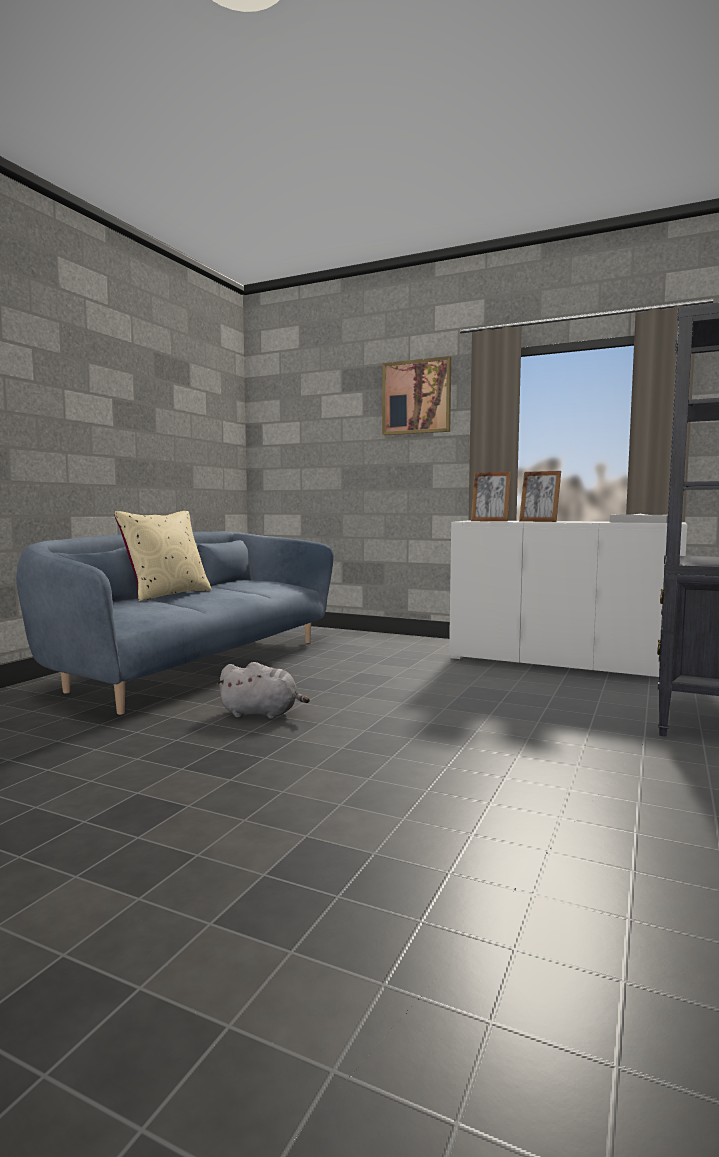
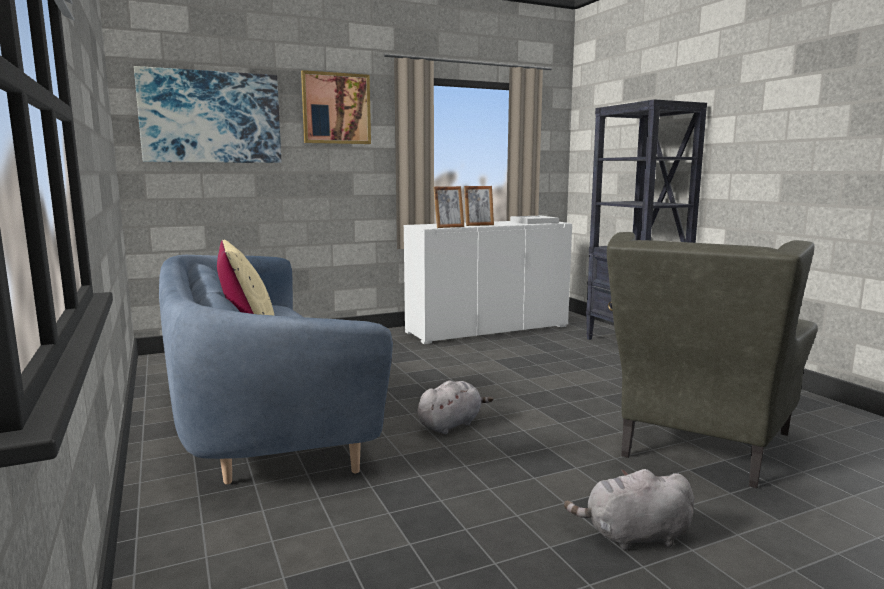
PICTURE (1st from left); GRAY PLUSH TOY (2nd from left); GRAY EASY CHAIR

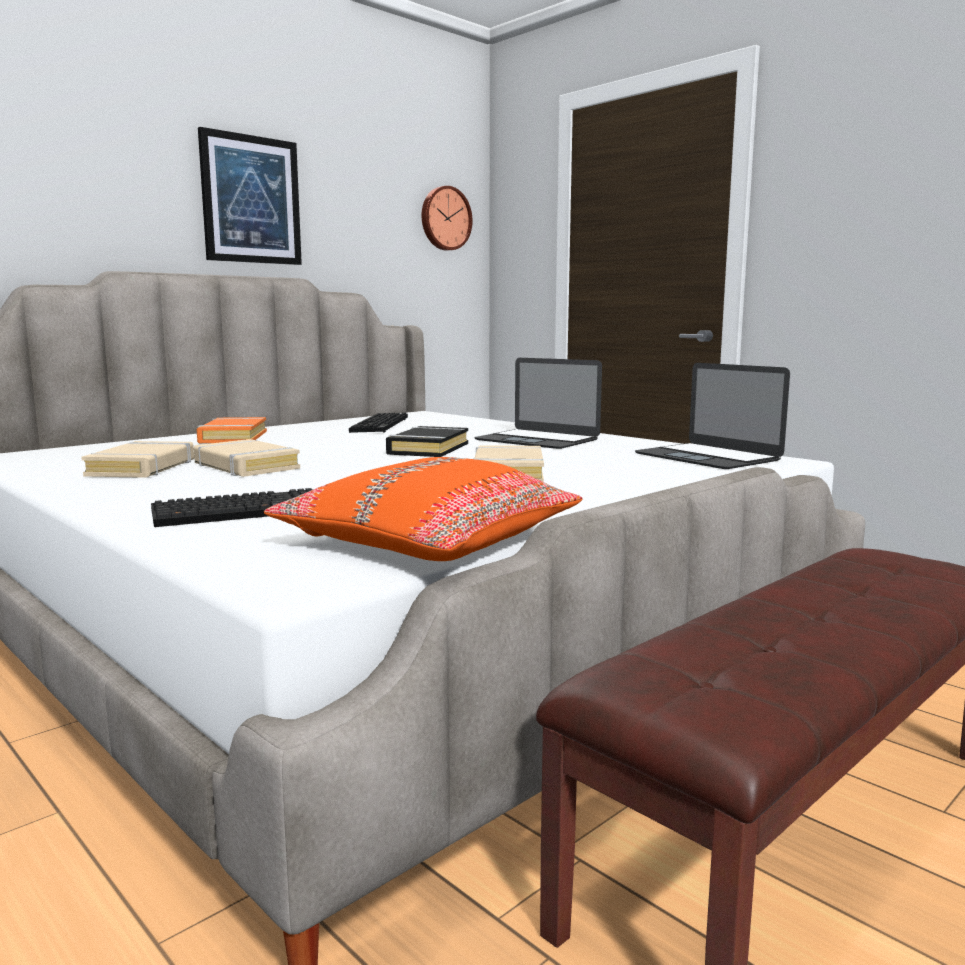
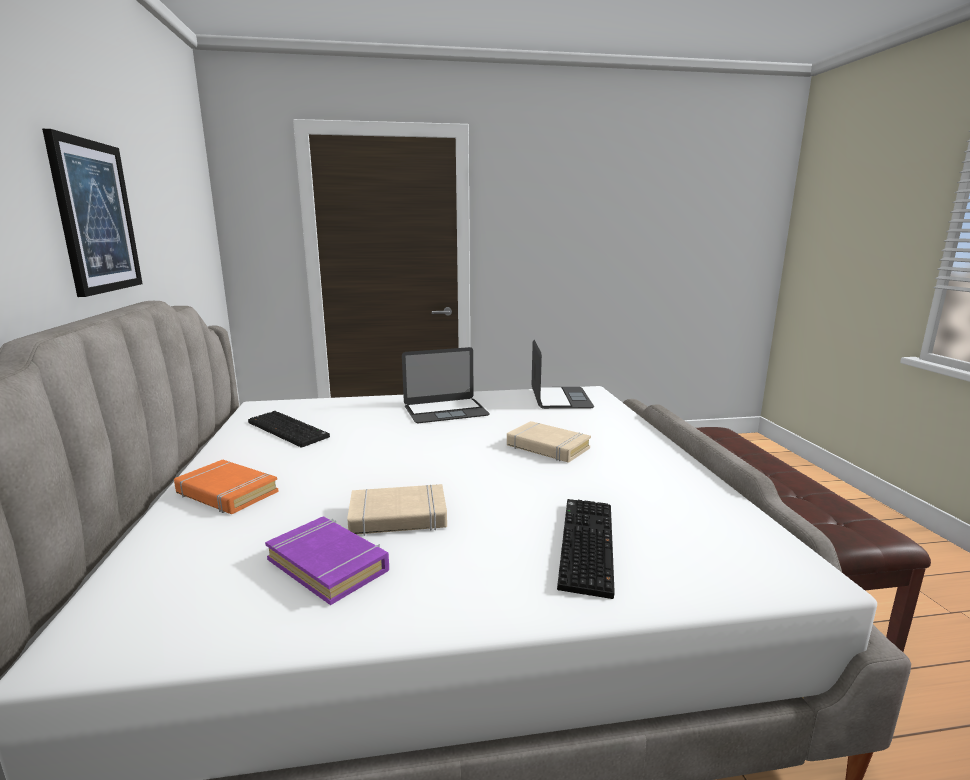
PURPLE-COLOURED BOOK; ORANGEY CUSHION; BLACK-COLOURED BOOK; WALL CLOCK; PORTABLE COMPUTER (2nd from left)

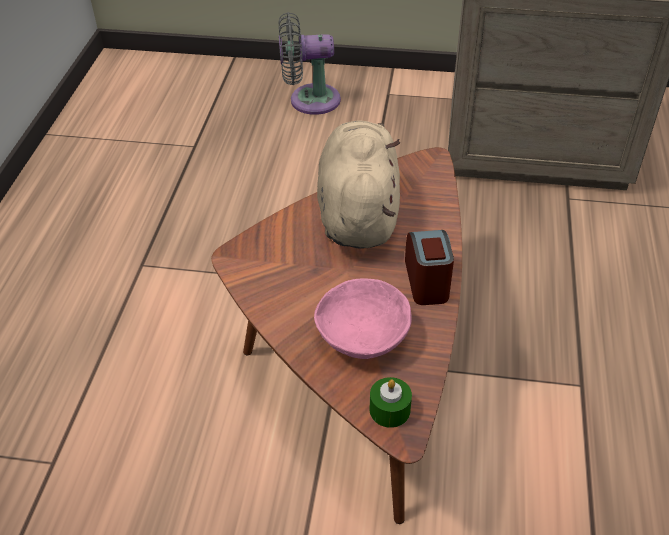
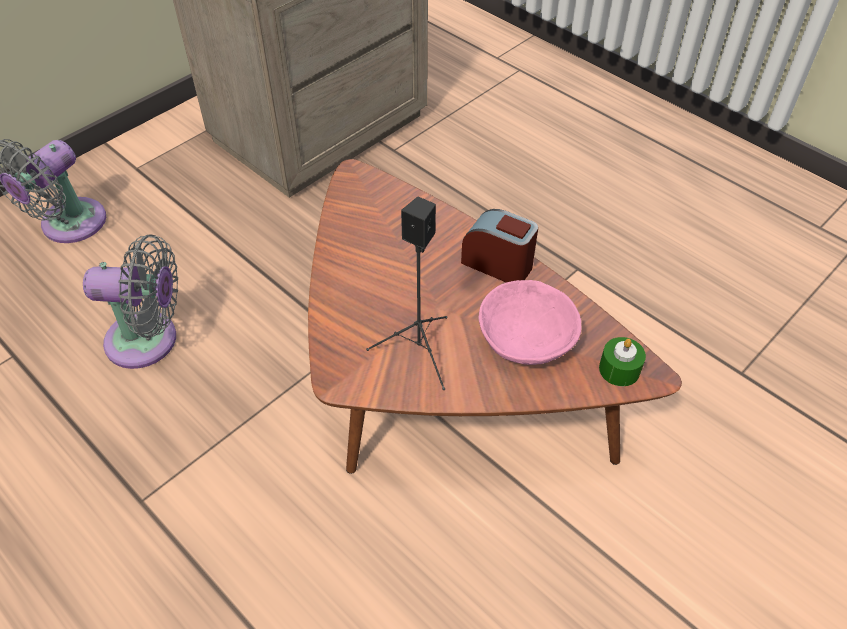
SAND-COLOURED PLUSH TOY; GRAY COOLING FAN (2nd from left); BLACK-COLOURED AUDIO SPEAKER

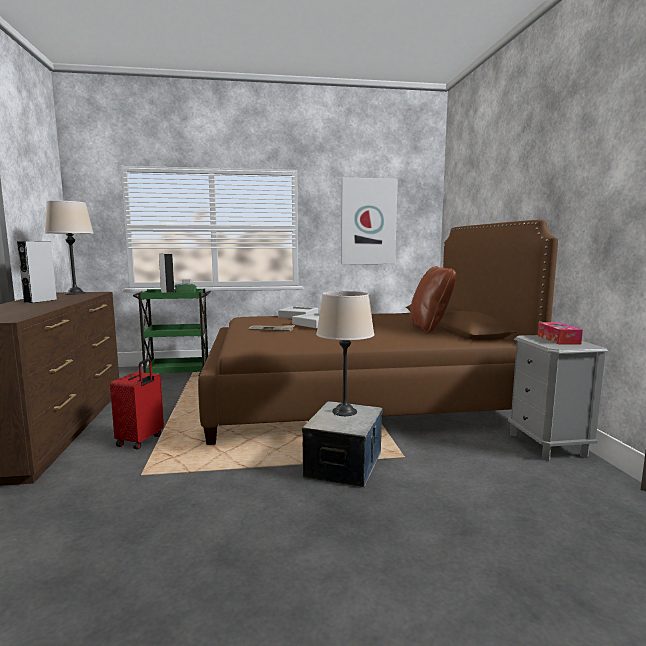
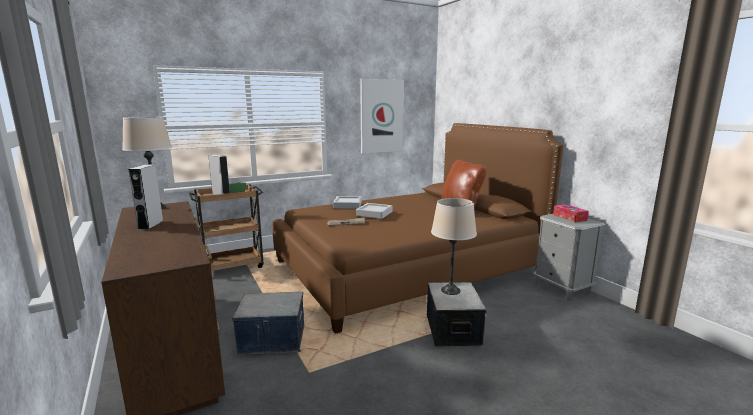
STORAGE BIN (1st from left); BROWN-COLOURED CART

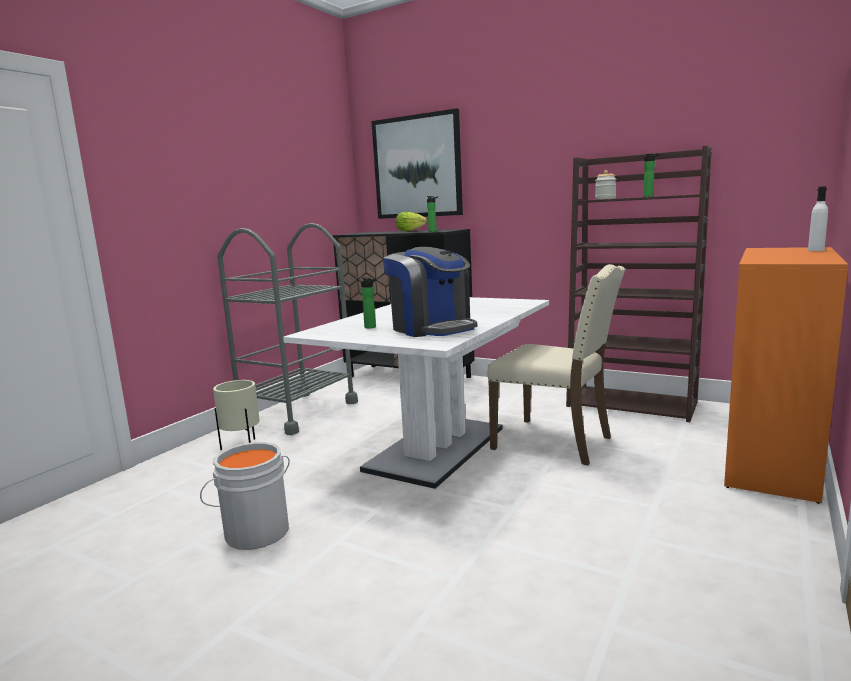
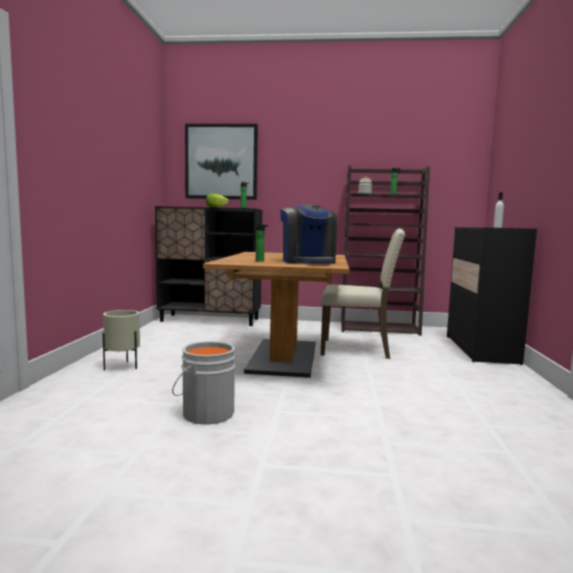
GRAY CART; BROWN-COLOURED DINNER TABLE; COFFEE BREWER; BLACK-COLOURED CHEST OF DRAWERS

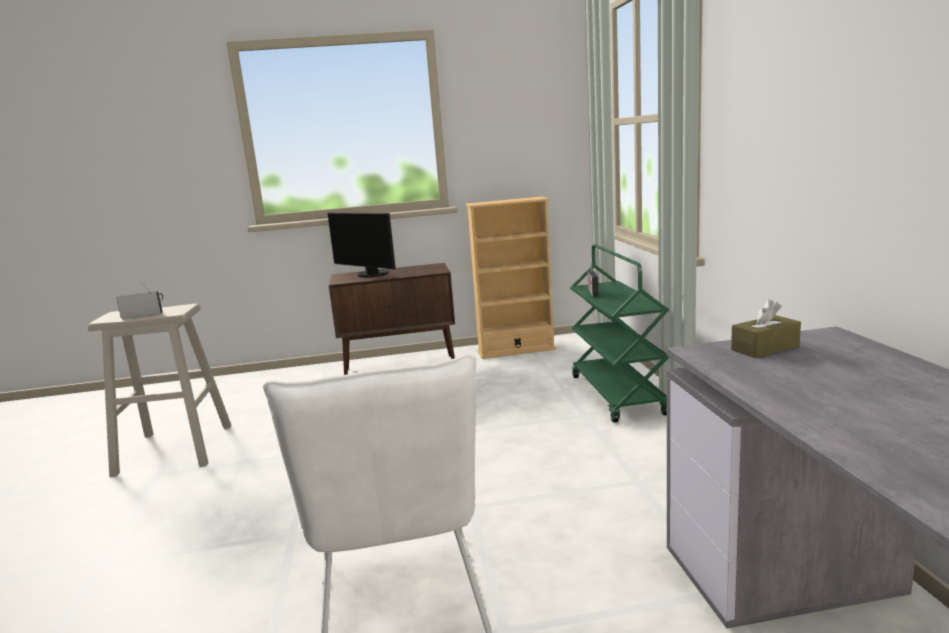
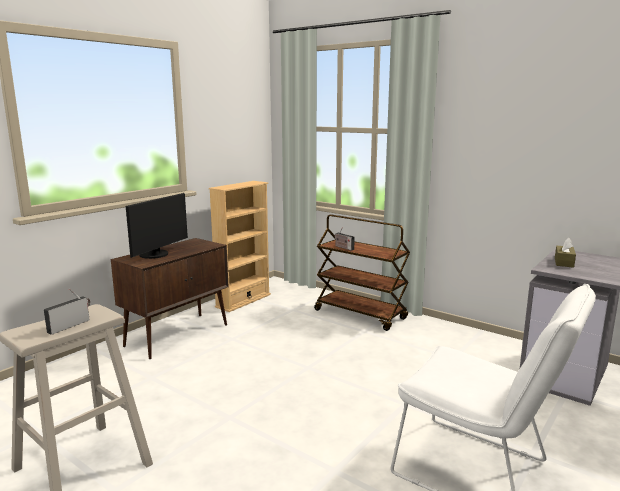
MONITOR; BROWN-COLOURED CART

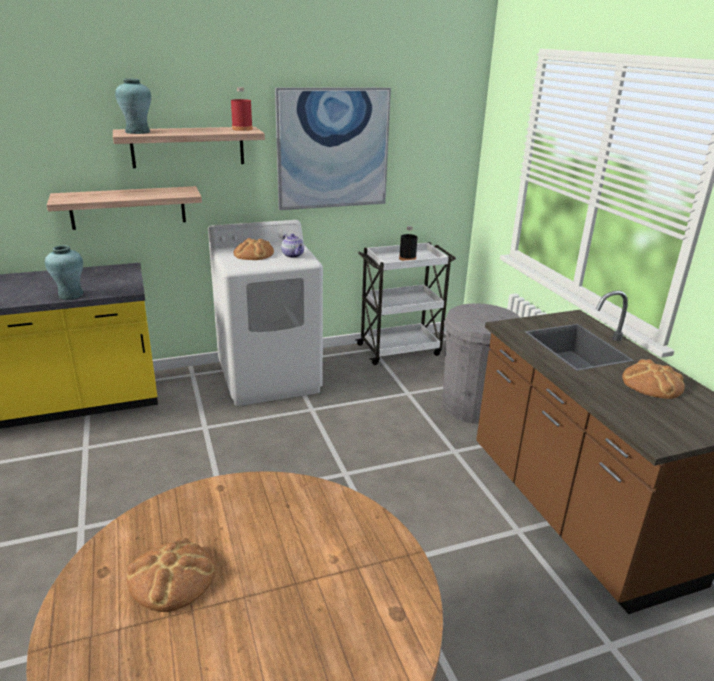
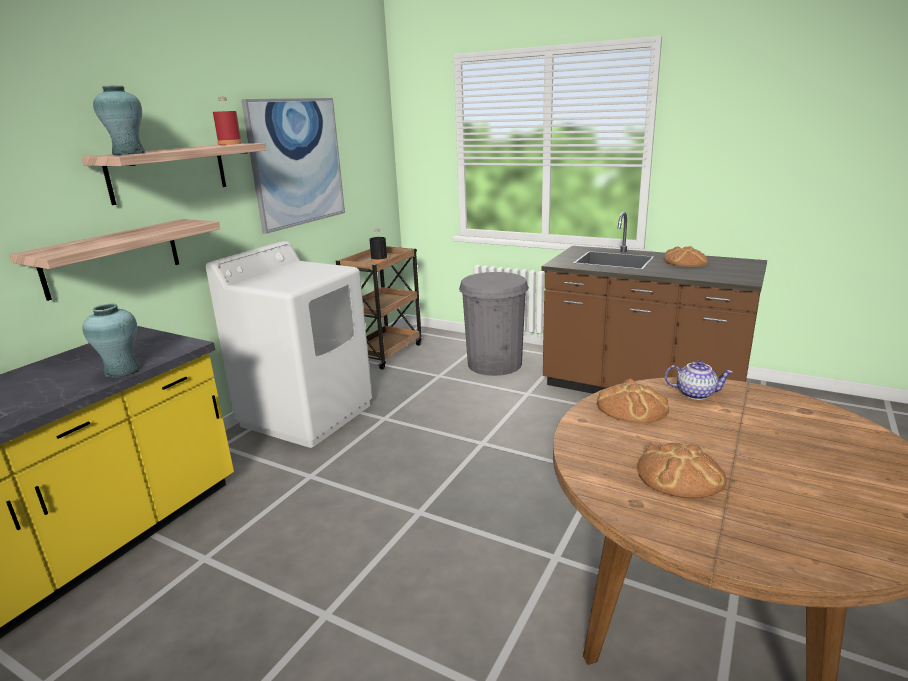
BREAD (1st from left); POT FOR TEA; BROWN-COLOURED CART

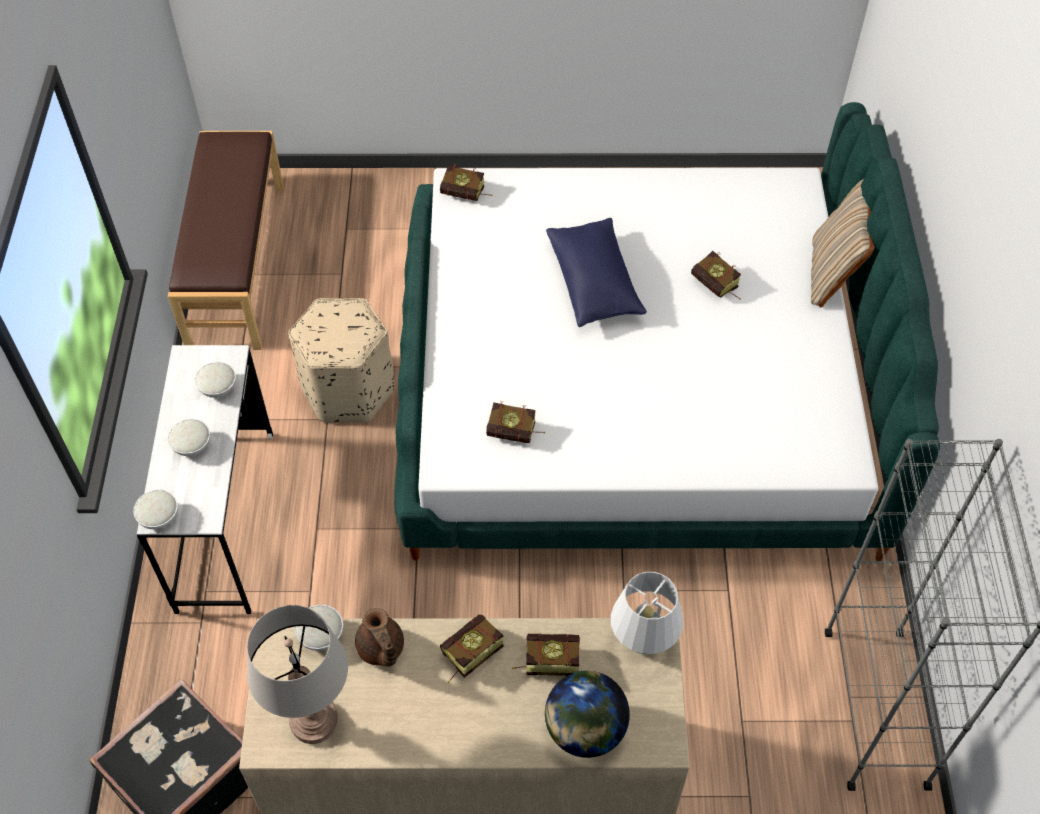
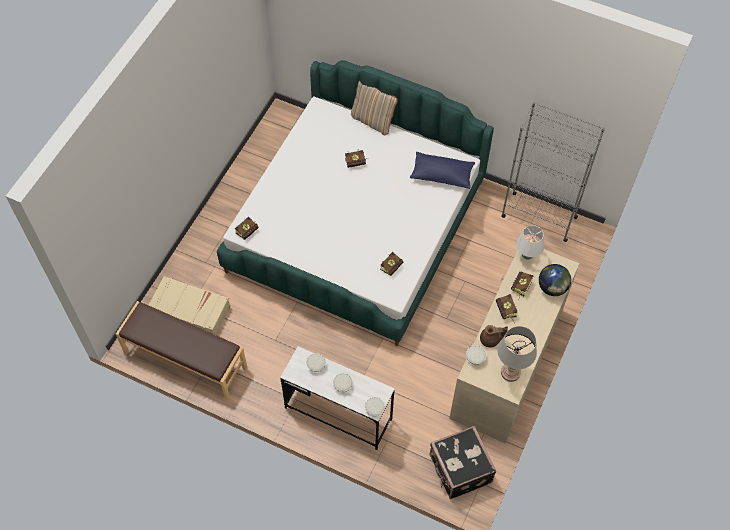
SAND-COLOURED FOOTREST; BLUE CUSHION; SAND-COLOURED SUITCASE

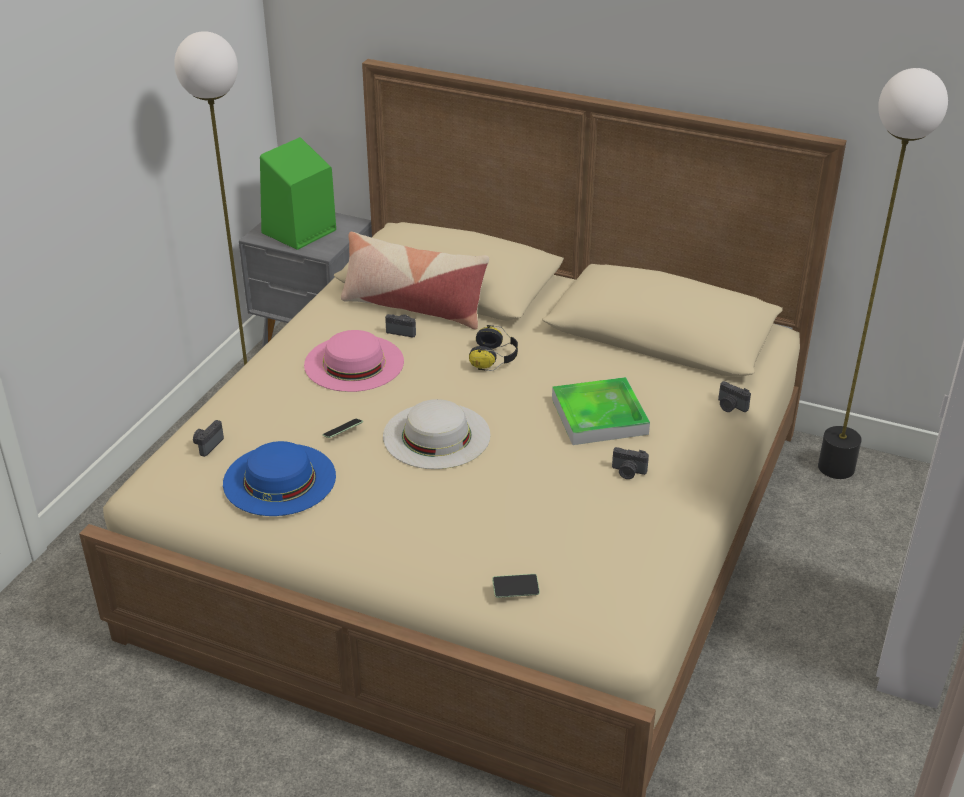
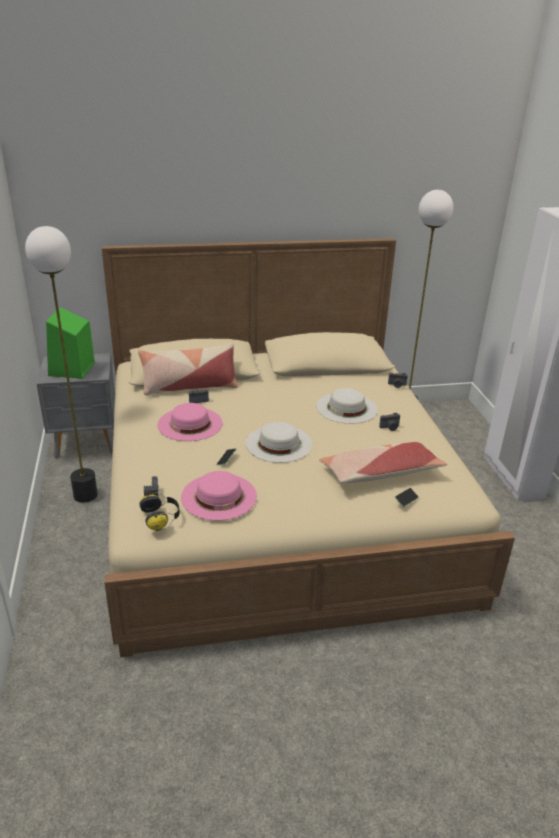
PINK HAT (2nd from left); HEADPHONES; WHITE HAT (2nd from left); CUSHION (2nd from left)

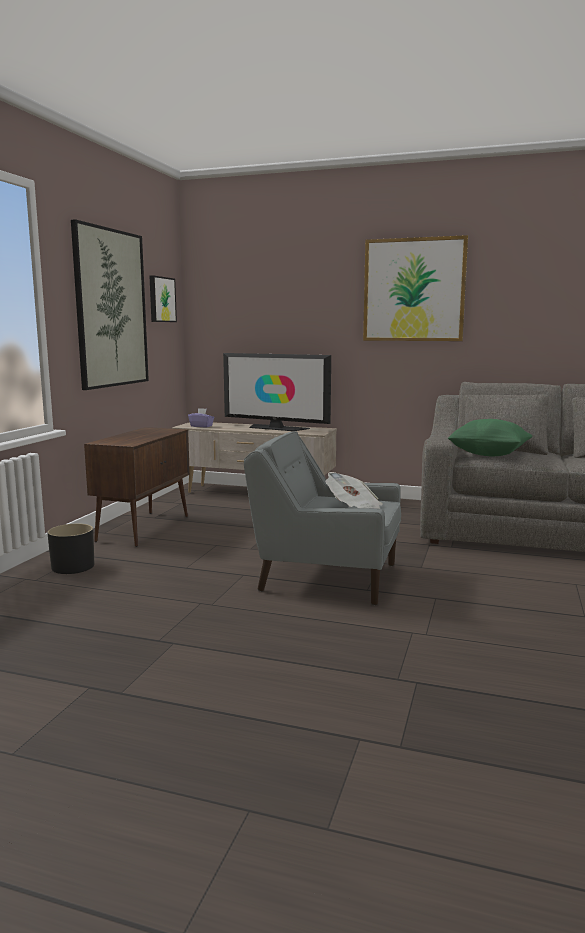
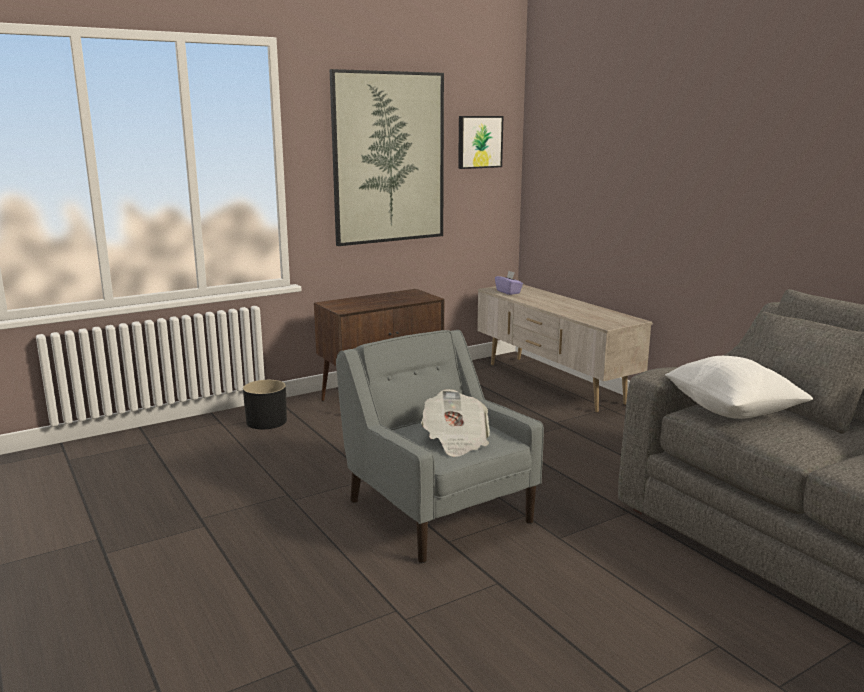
TV; PICTURE (3rd from left in the first image); WHITE CUSHION

